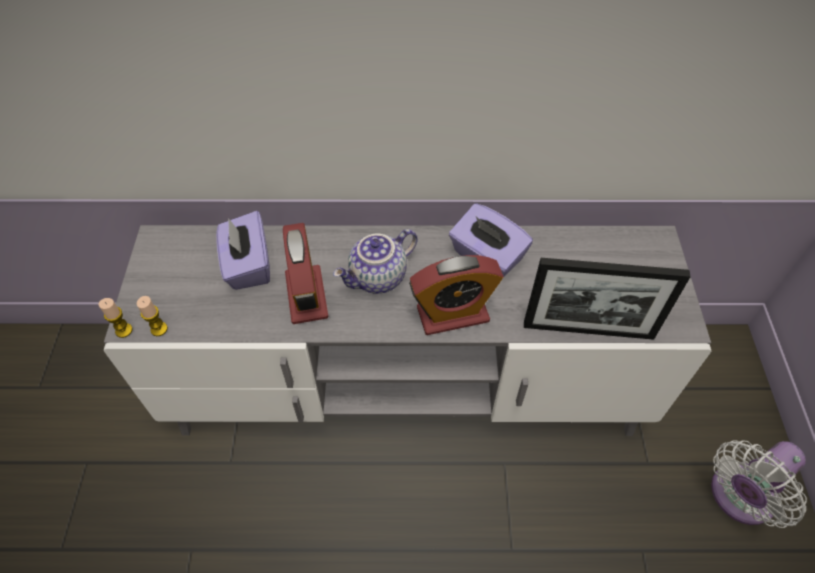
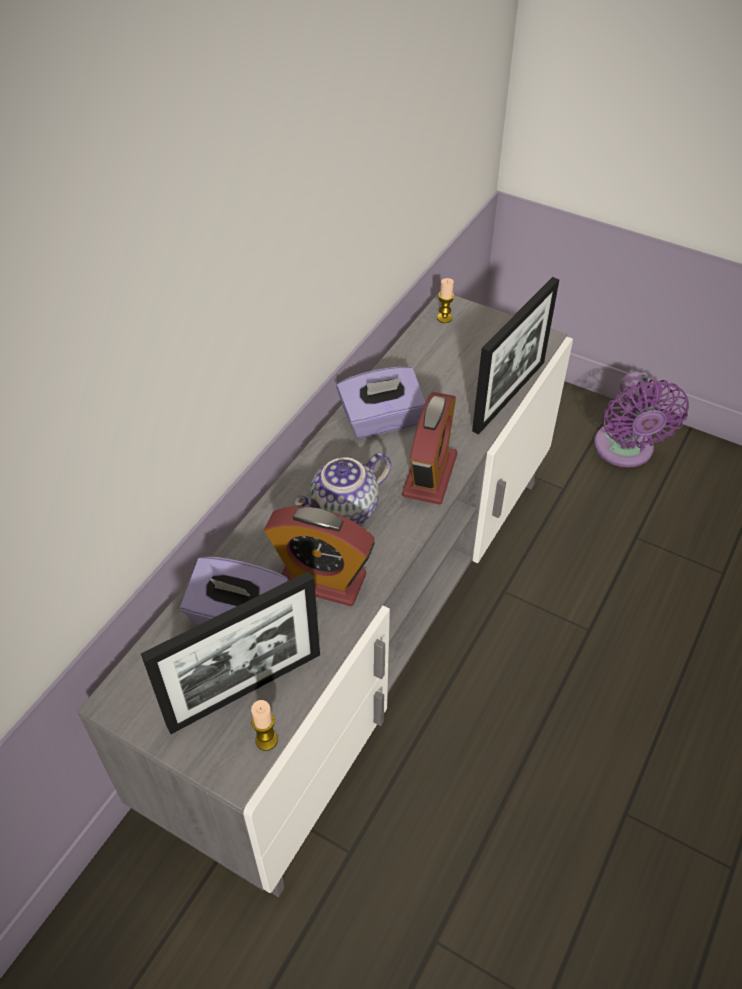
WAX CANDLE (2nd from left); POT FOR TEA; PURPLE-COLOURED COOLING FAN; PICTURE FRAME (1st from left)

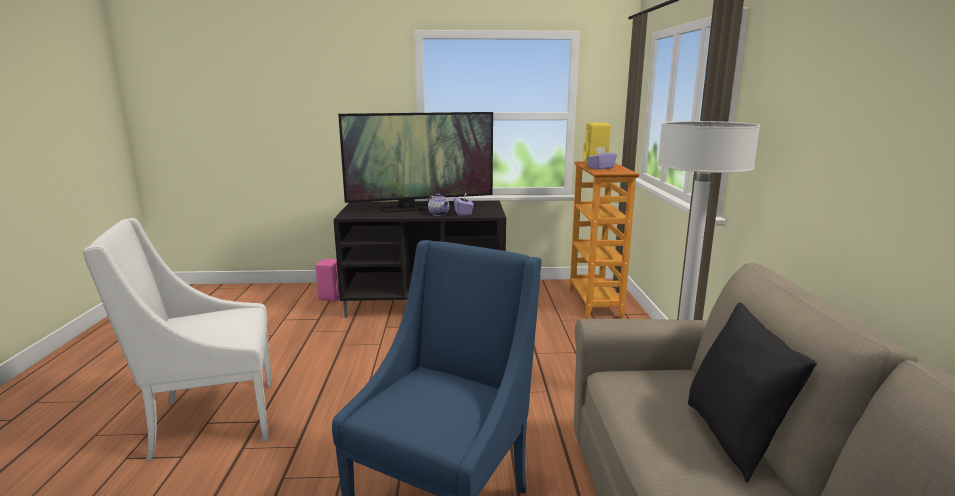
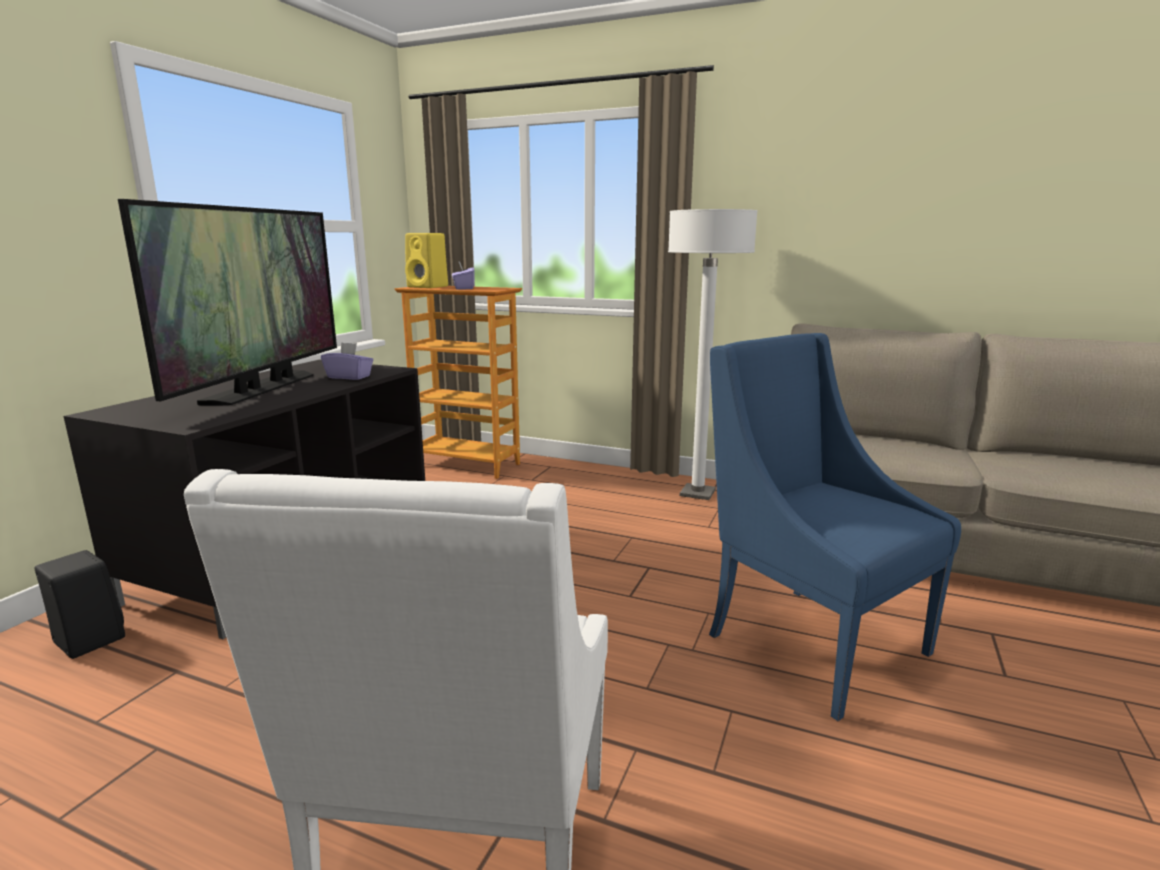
BLACK-COLOURED AUDIO SPEAKER; POT FOR TEA; BLACK-COLOURED CUSHION

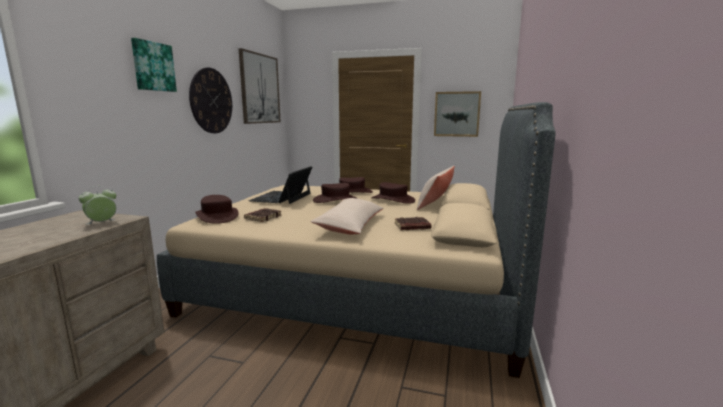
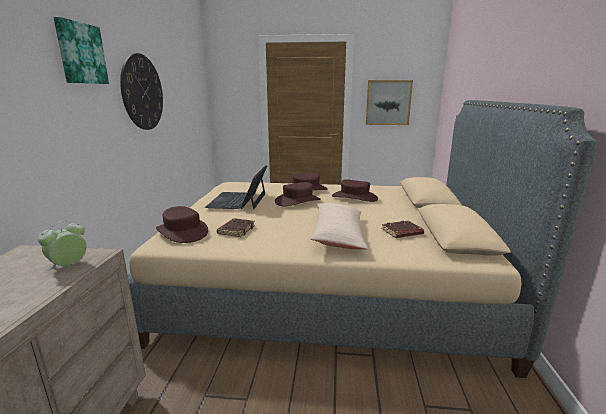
PICTURE (2nd from left in the first image); SAND-COLOURED CUSHION (2nd from left in the first image)

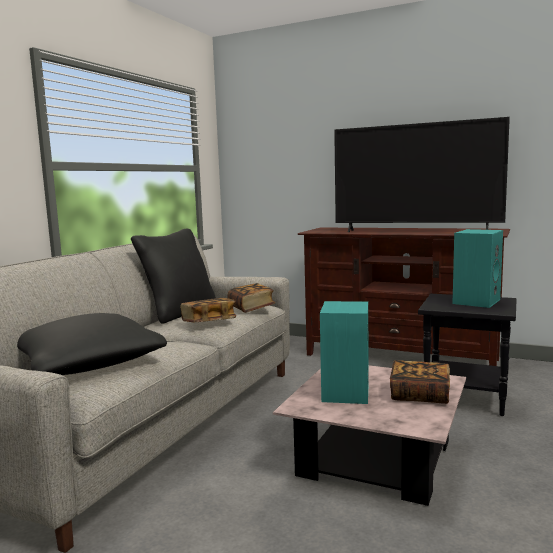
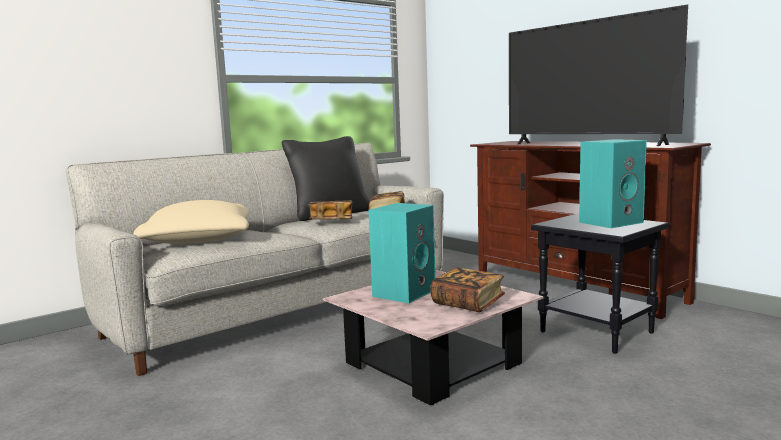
SAND-COLOURED CUSHION

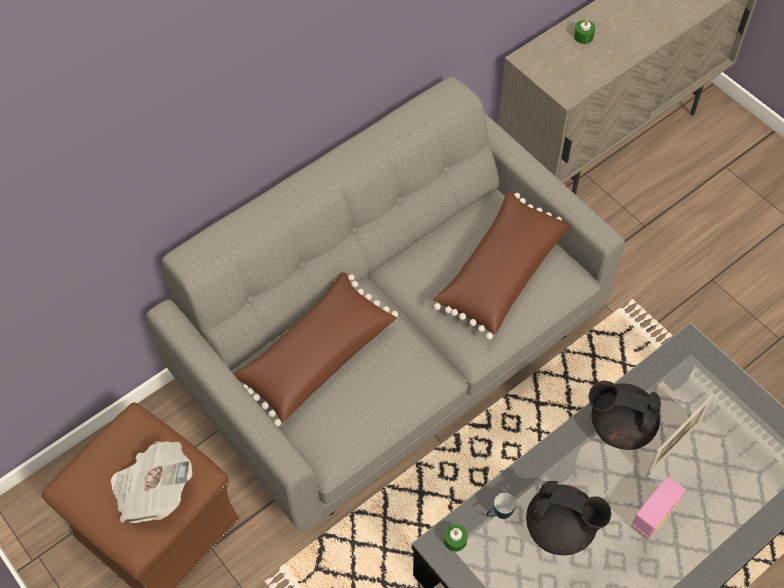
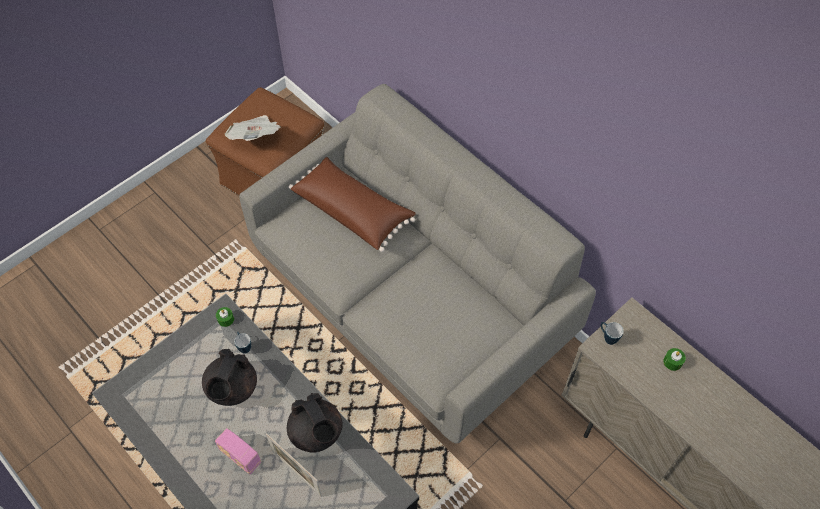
BROWN-COLOURED CUSHION (2nd from left in the first image); BLACK-COLOURED POT FOR TEA (2nd from left); TEA MUG (2nd from left)

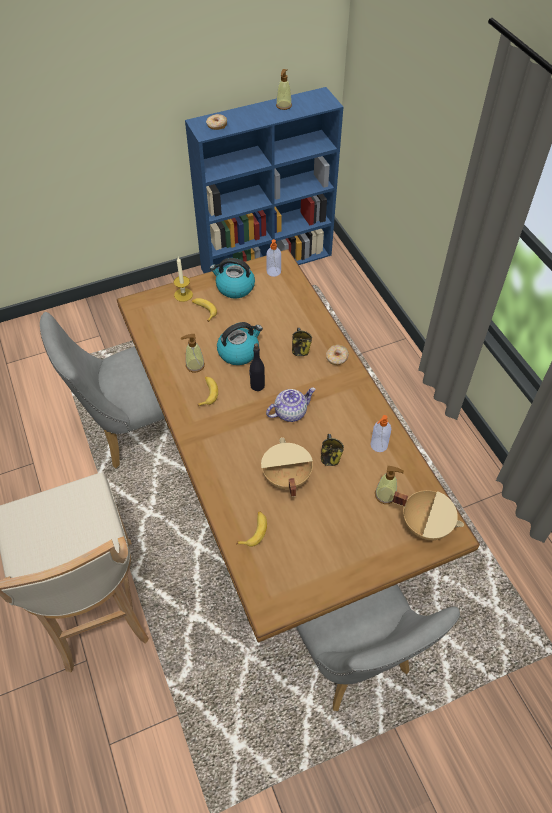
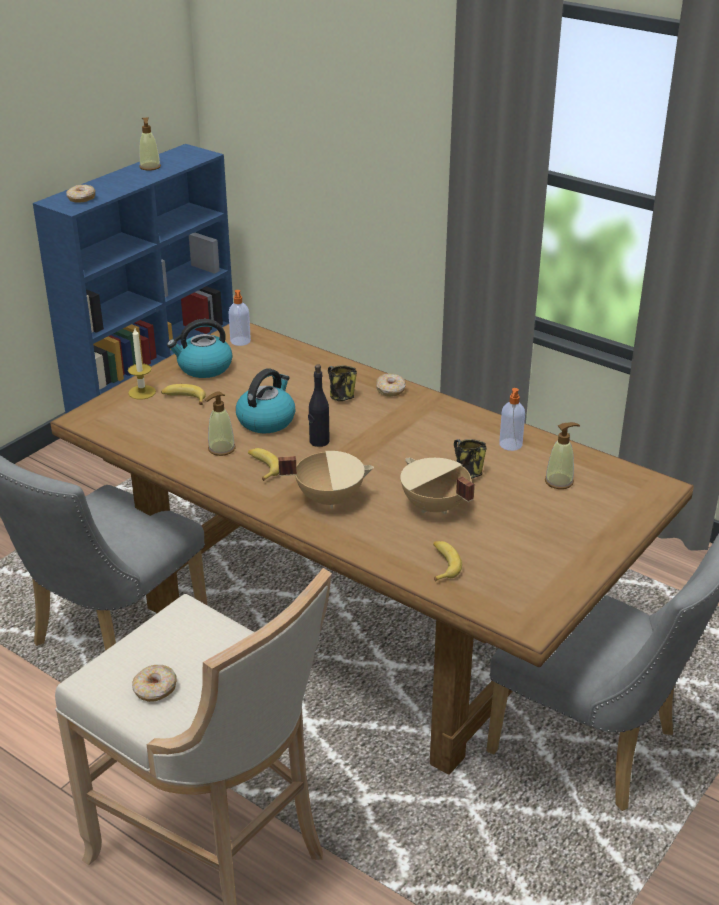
POT FOR TEA; SAND-COLOURED STOCKPOT (1st from left); RING DOUGHNUT (2nd from left)

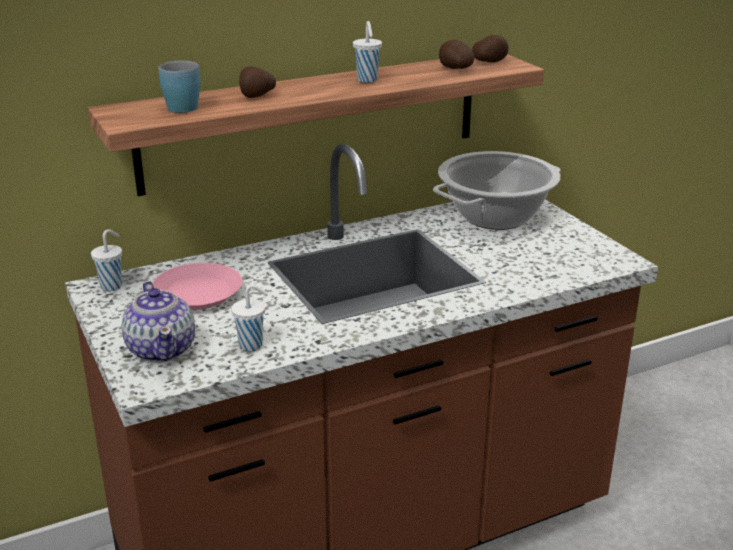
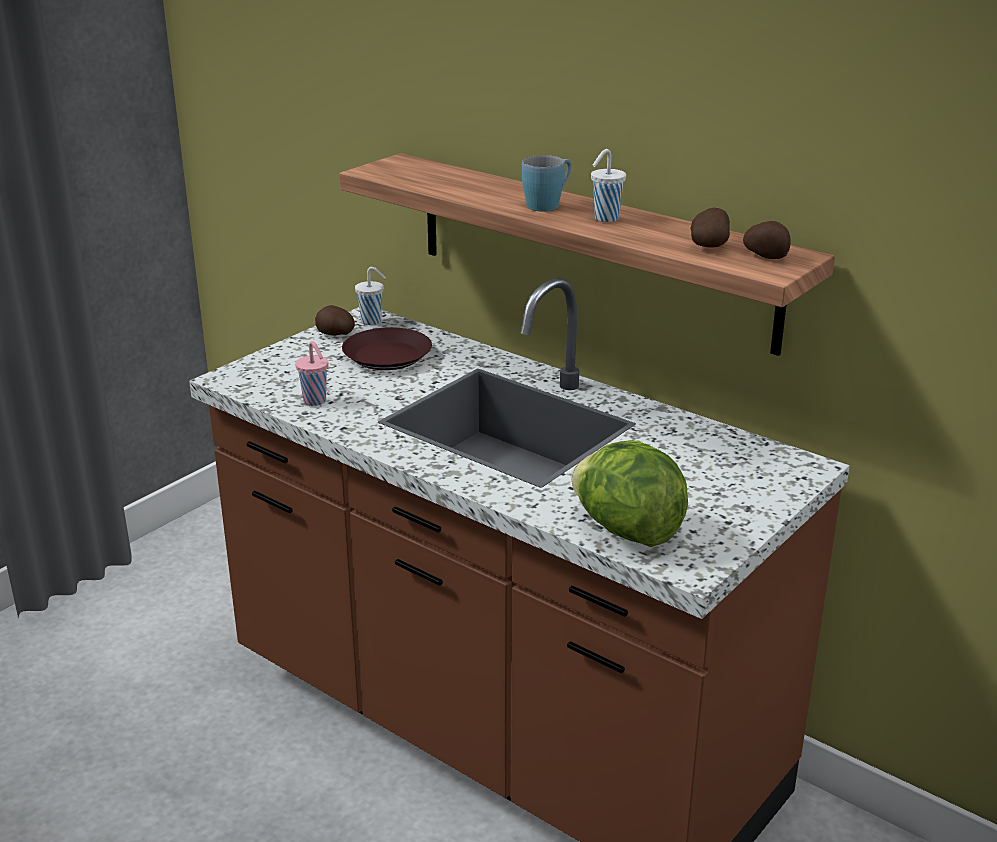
POT FOR TEA; BROWN-COLOURED PLATE; BLUE TEA MUG; PINK SMALL CUP; WHOLE POTATO (1st from left); STOCKPOT; HEAD OF LETTUCE

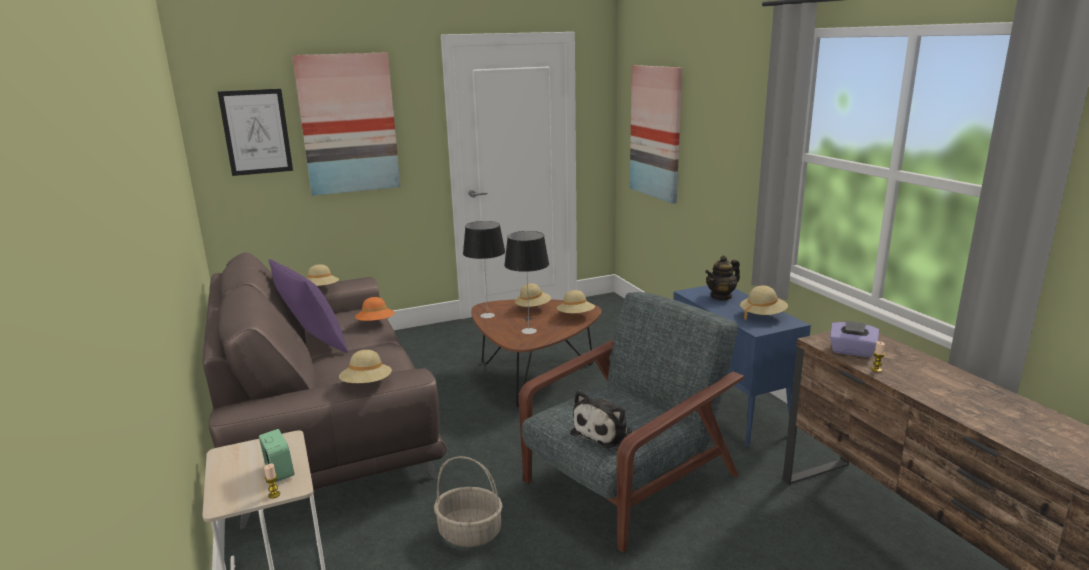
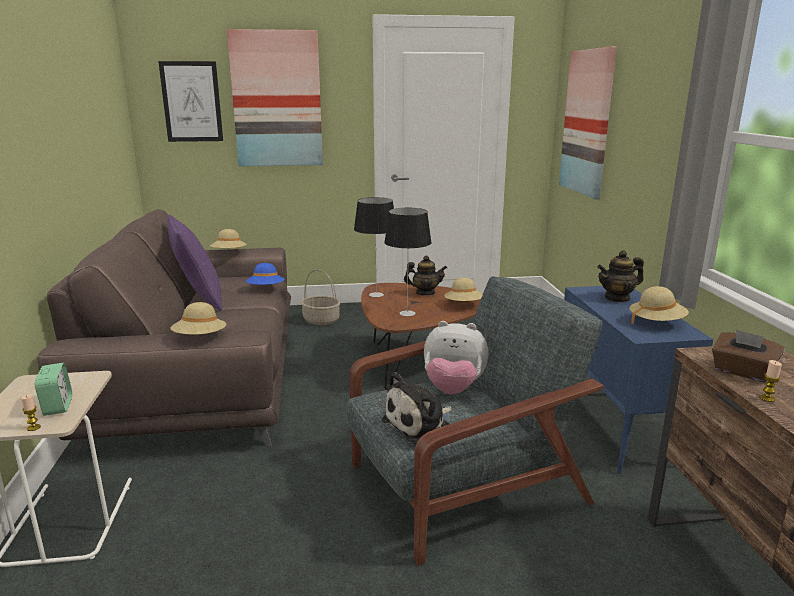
BLUE HAT; STORAGE BASKET; POT FOR TEA (1st from left); BROWN-COLOURED TISSUE BOX; PLUSH TOY (2nd from left)

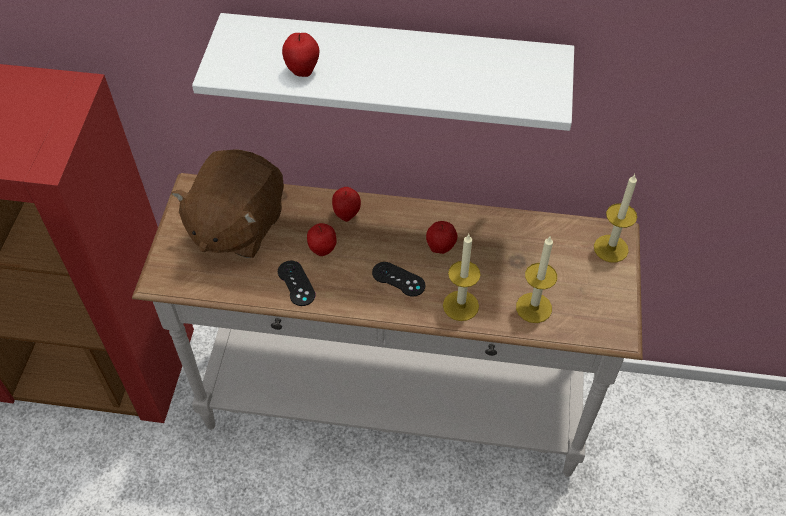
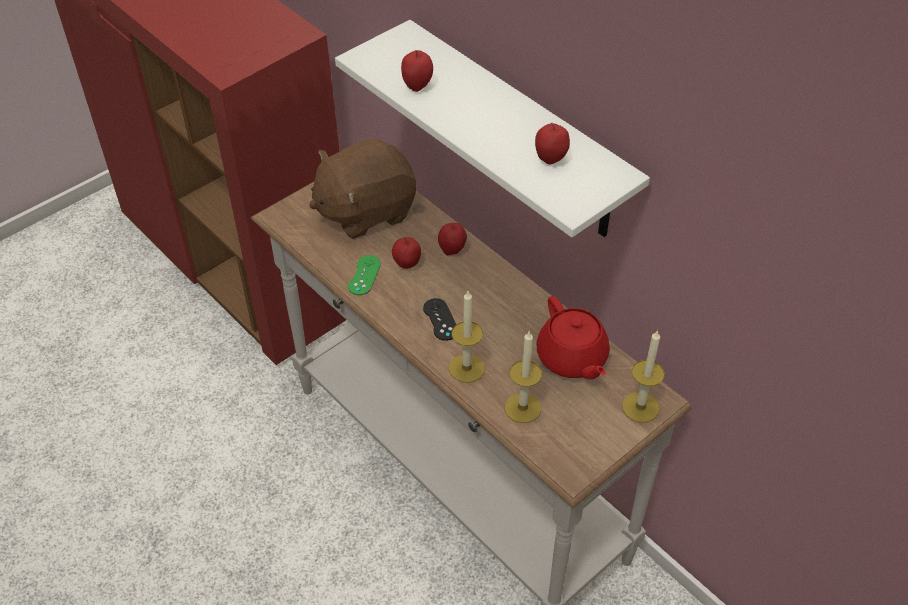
GREEN GAME CONTROLLER; WHOLE APPLE (4th from left); RED-COLOURED POT FOR TEA

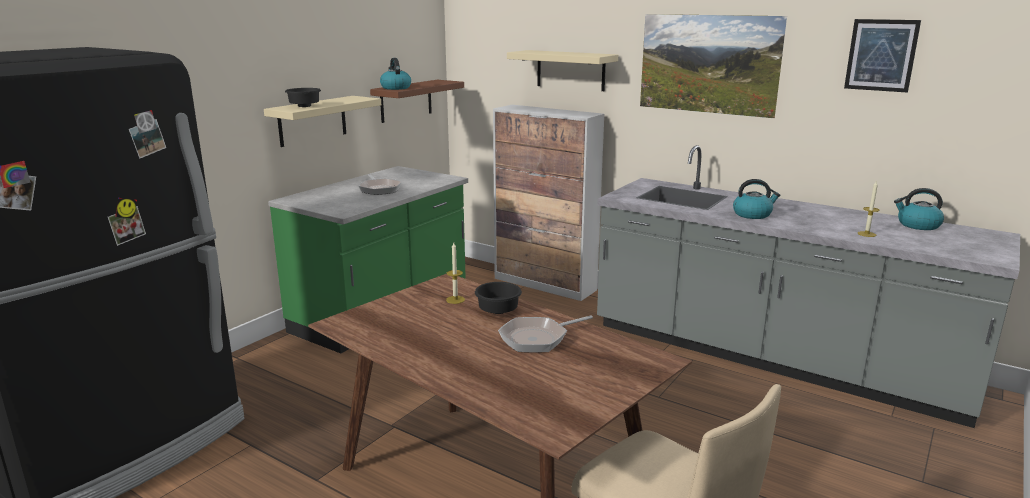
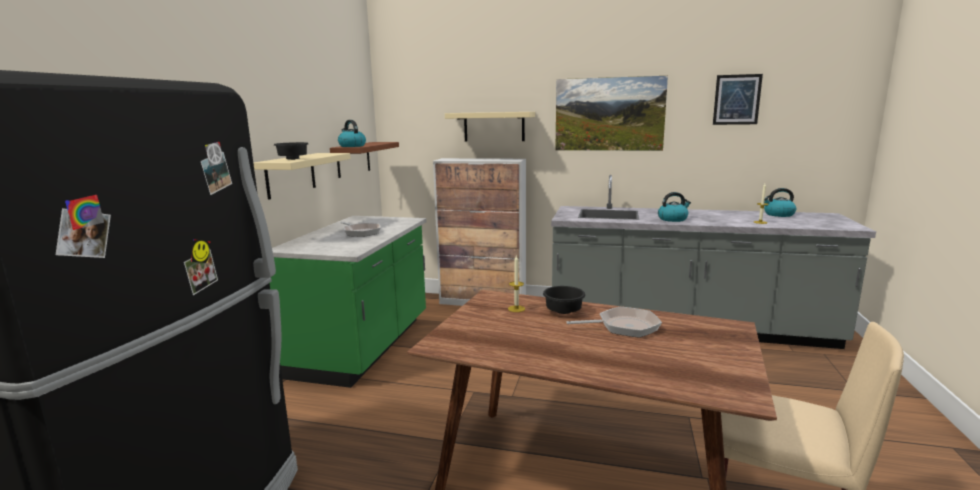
FRYING PAN (2nd from left)

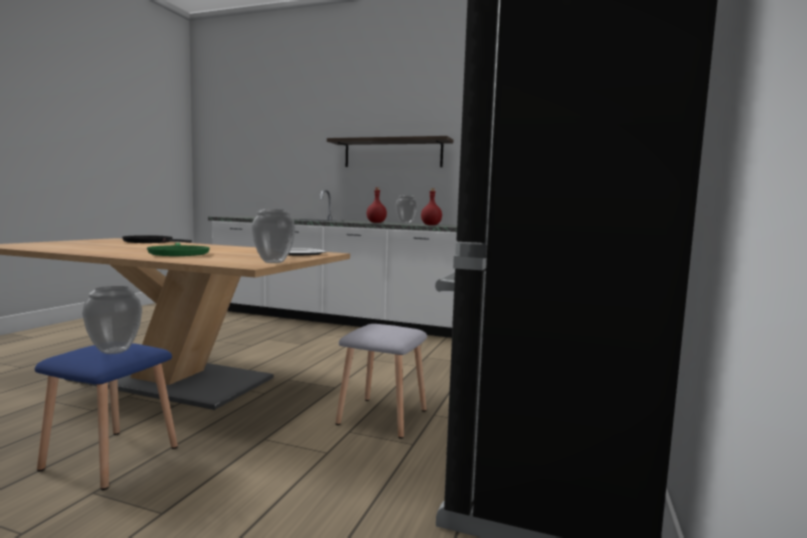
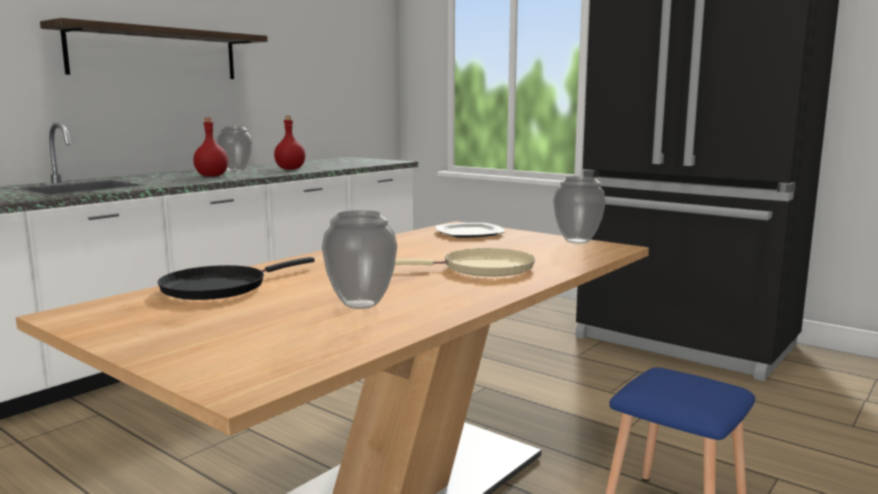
VASE (2nd from left); SAND-COLOURED FRYING PAN; GRAY STOOL SEAT

